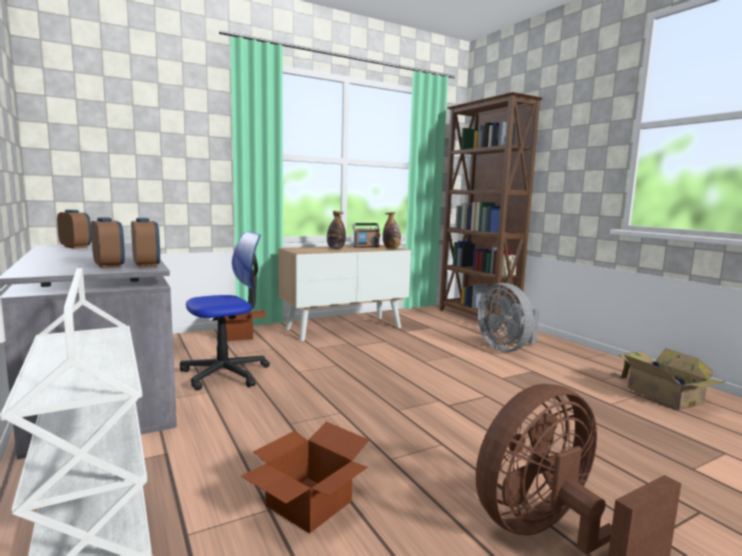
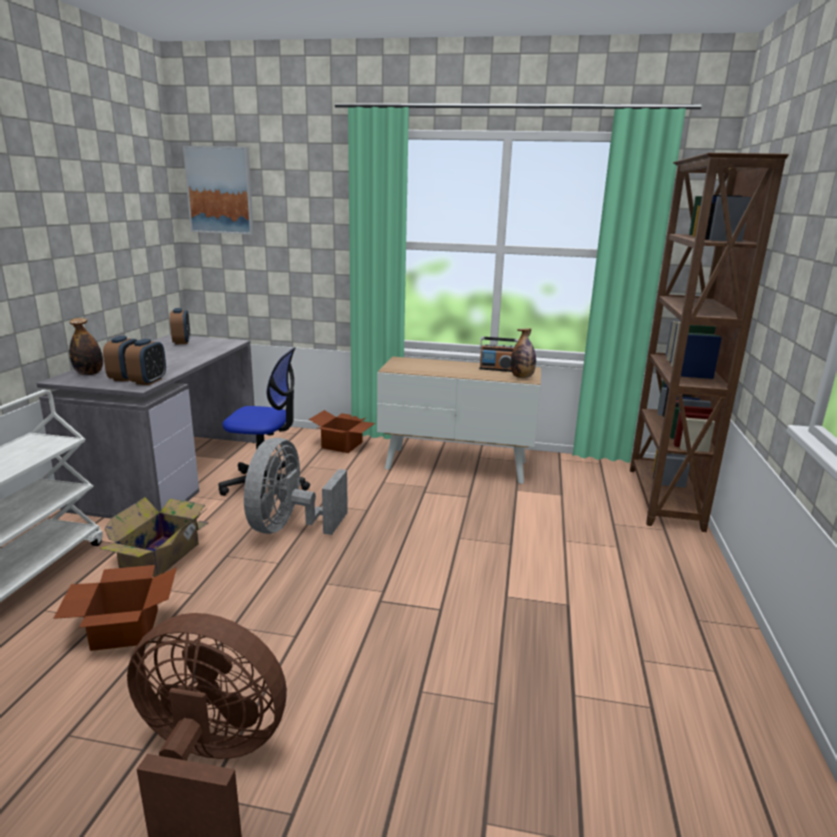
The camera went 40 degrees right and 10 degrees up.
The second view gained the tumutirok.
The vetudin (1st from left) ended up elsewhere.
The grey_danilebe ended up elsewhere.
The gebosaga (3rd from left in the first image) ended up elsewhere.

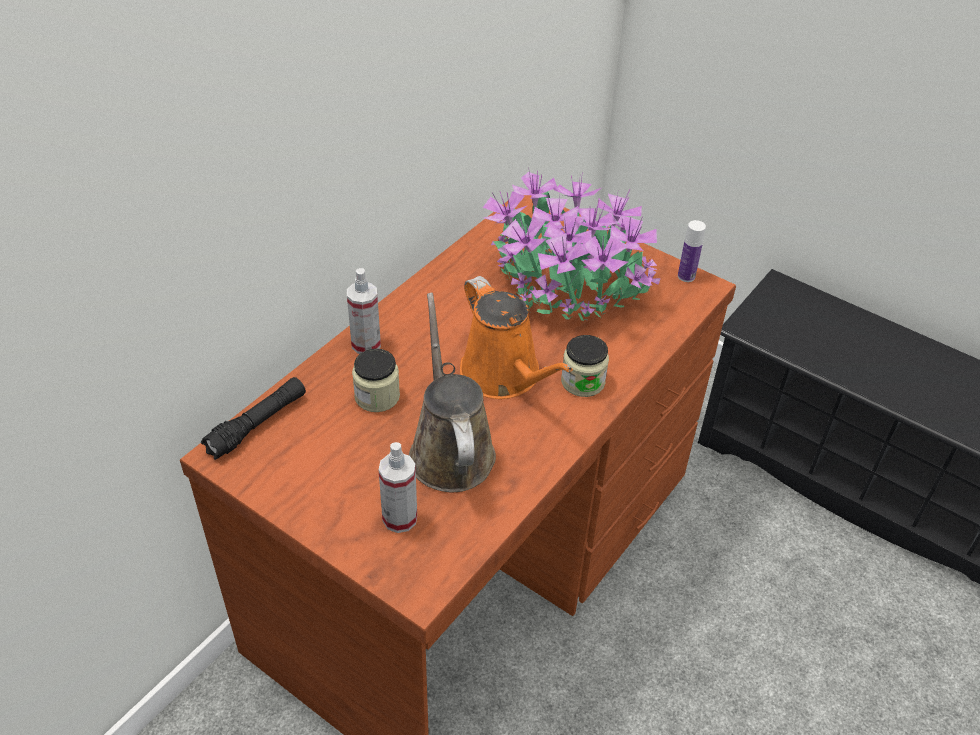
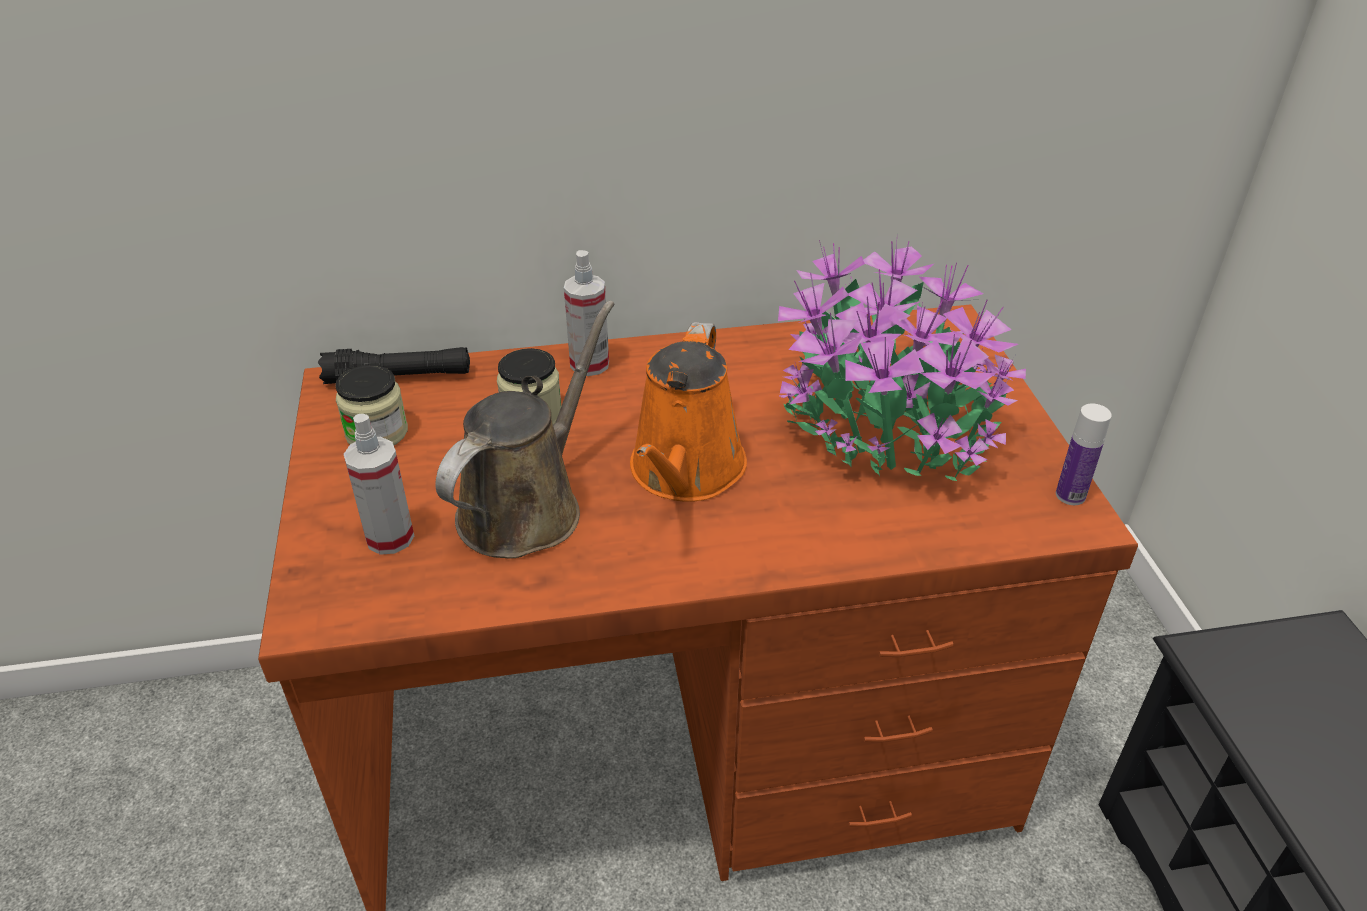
The camera went 45 degrees right and 5 degrees down.
The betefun (2nd from left in the first image) ended up elsewhere.

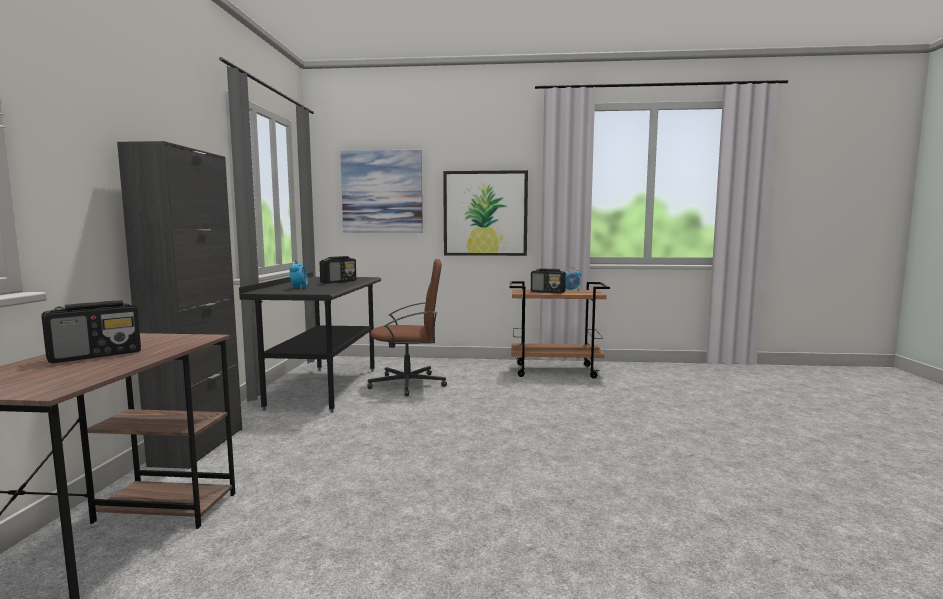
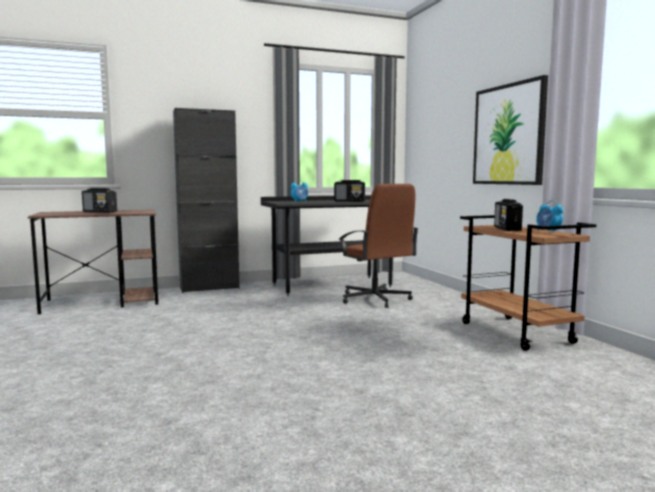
The camera went 65 degrees right and 0 degrees up.
The second view lost the tumutirok (1st from left).

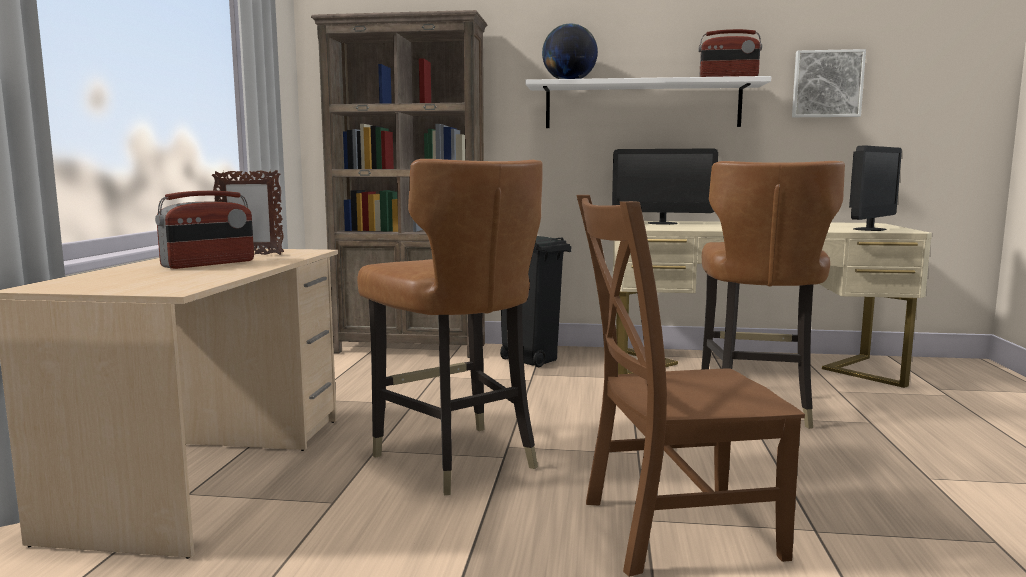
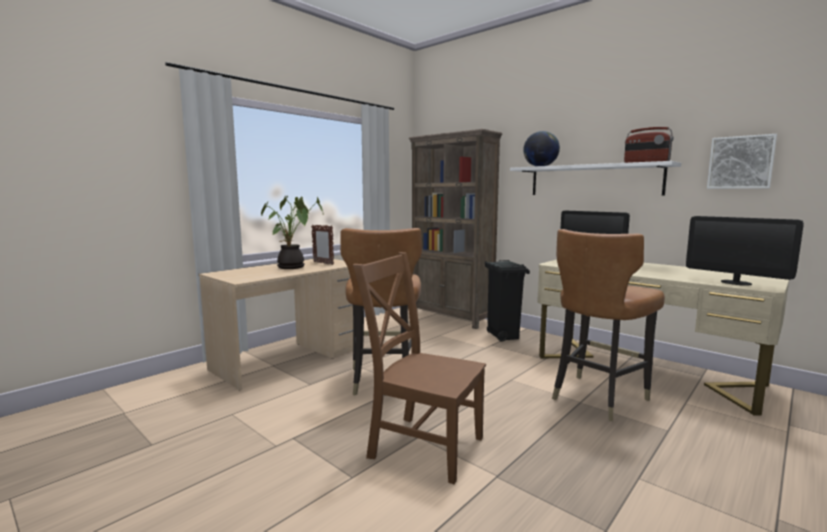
The camera went 35 degrees right and 0 degrees up.
Where the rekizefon (1st from left) stood, the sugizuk came to stand.
The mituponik (2nd from left) ended up facing another way, 60 degrees clockwise from before.

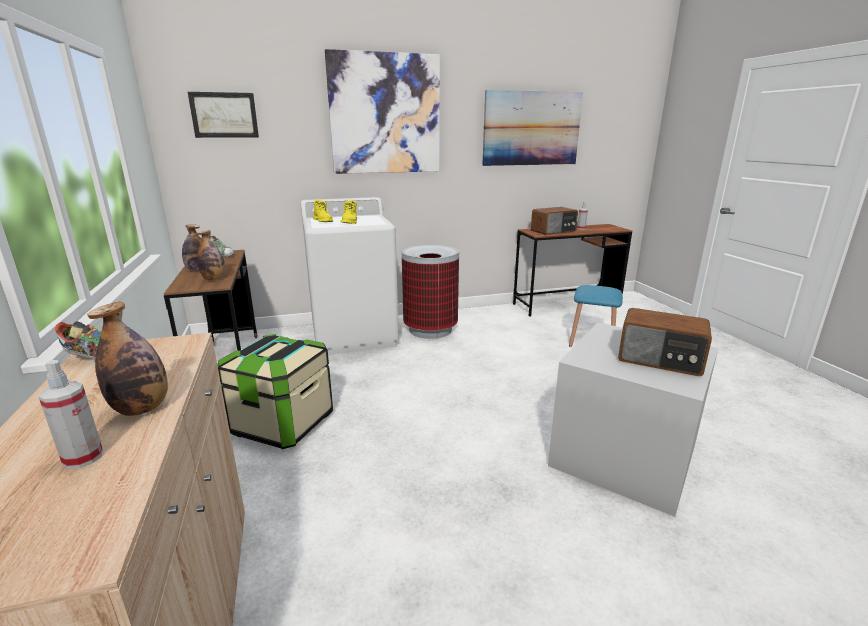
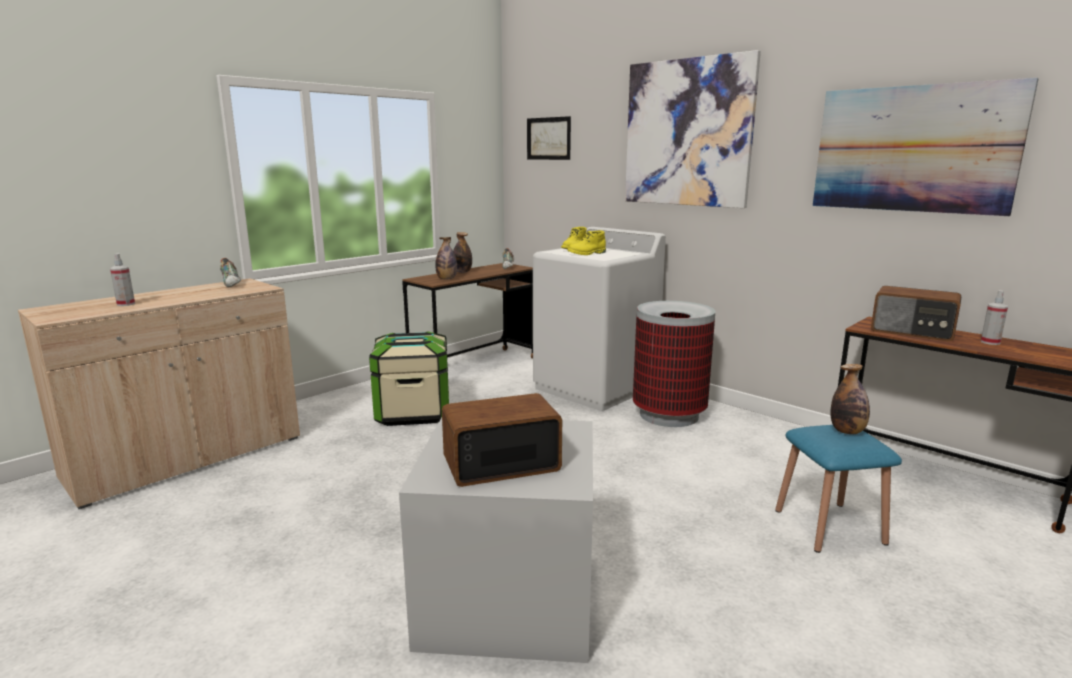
The camera went 60 degrees right and 5 degrees down.
The vetudin (1st from left in the first image) ended up elsewhere.
The rekizefon (2nd from left in the first image) ended up facing another way, 75 degrees clockwise from before.

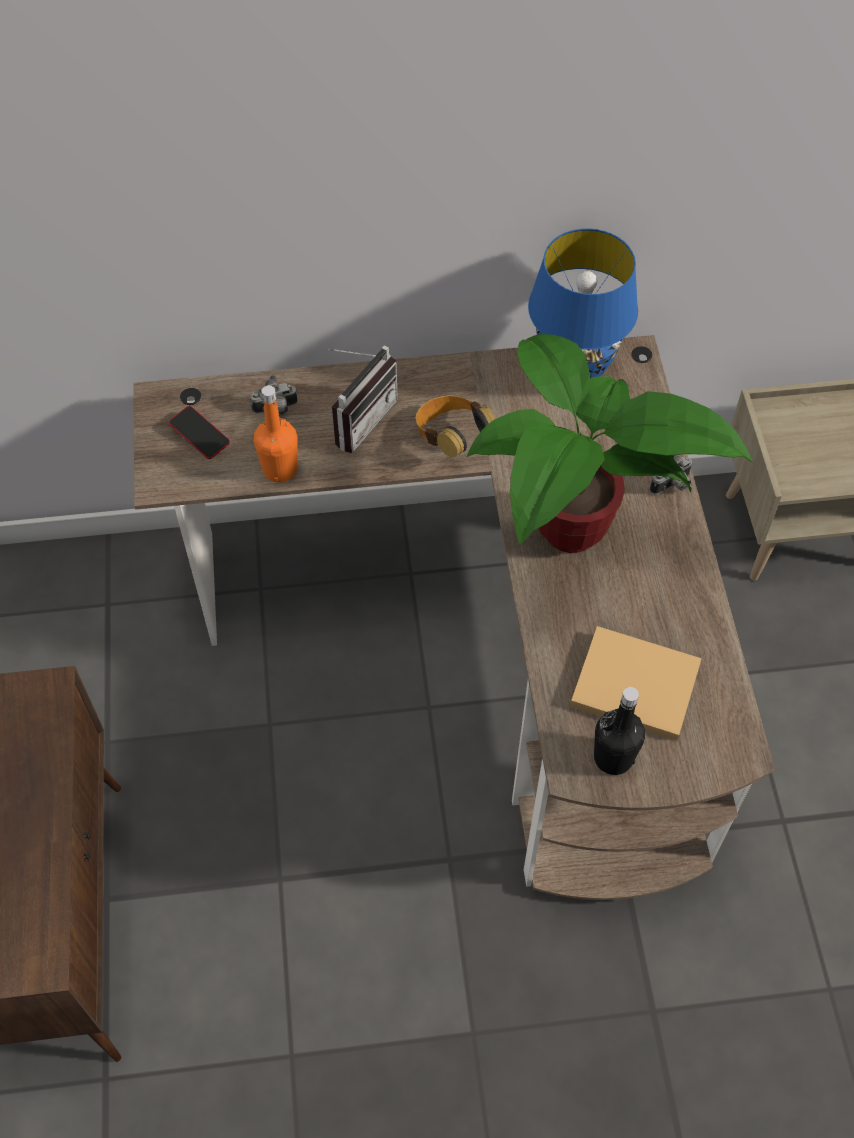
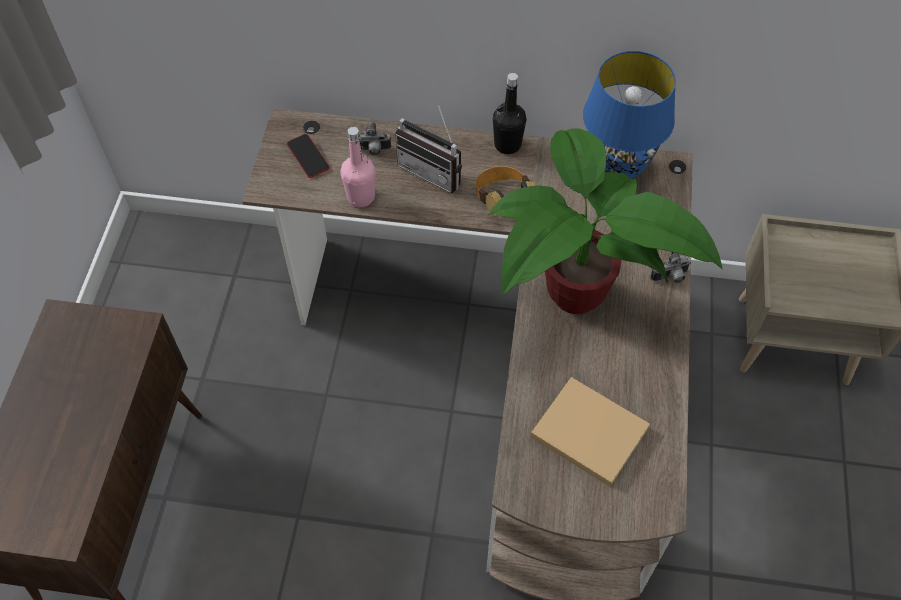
The camera went 15 degrees right and 0 degrees up.
The black_vetudin ended up elsewhere.
What was the orange_vetudin turned into the pink_vetudin.
The rekizefon ended up facing another way, 75 degrees clockwise from before.

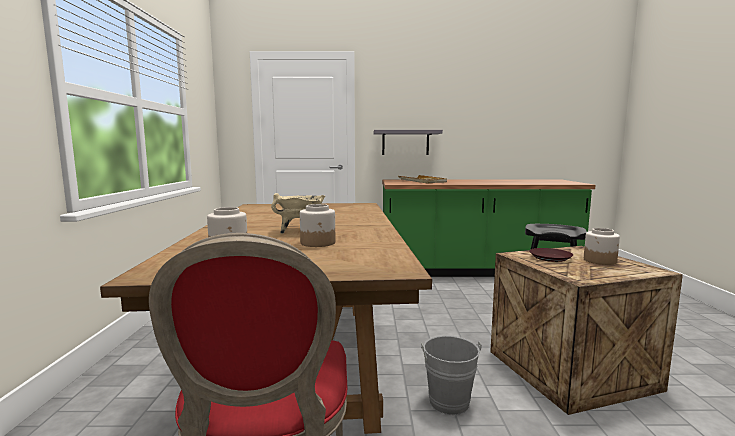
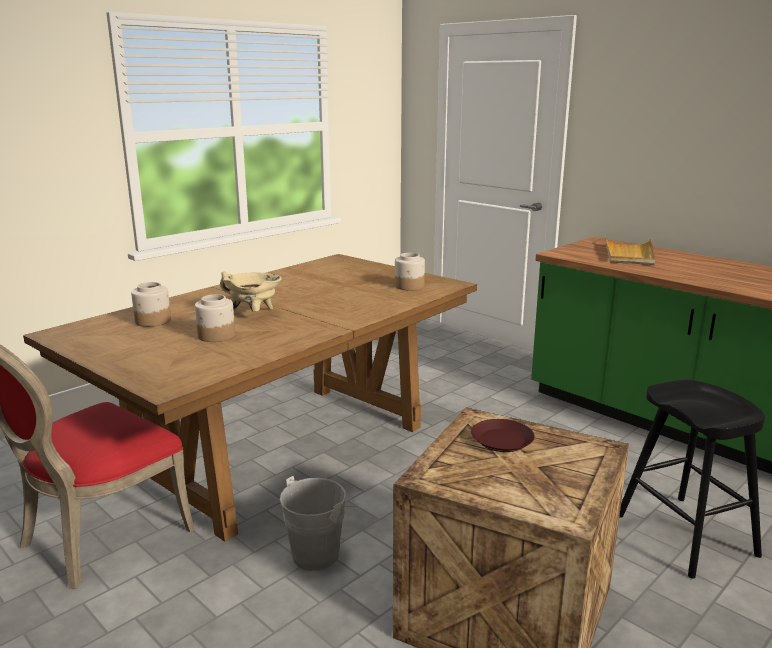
The camera went 45 degrees right and 10 degrees up.
The second view lost the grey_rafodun.
The betefun (3rd from left) ended up elsewhere.

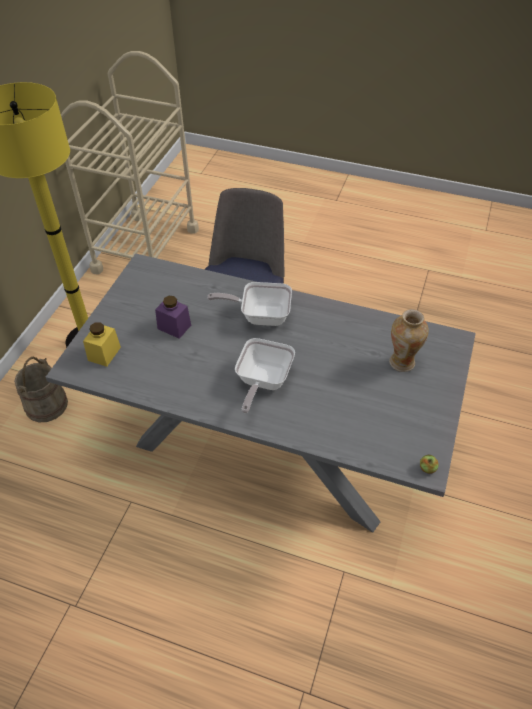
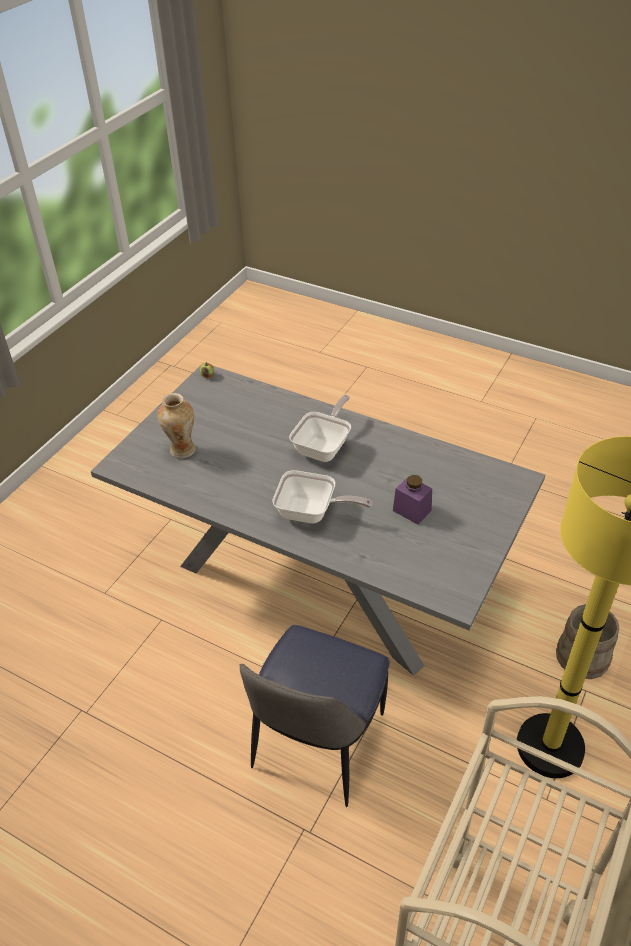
The camera went 170 degrees left and 5 degrees down.
The second view lost the yellow_betefun.

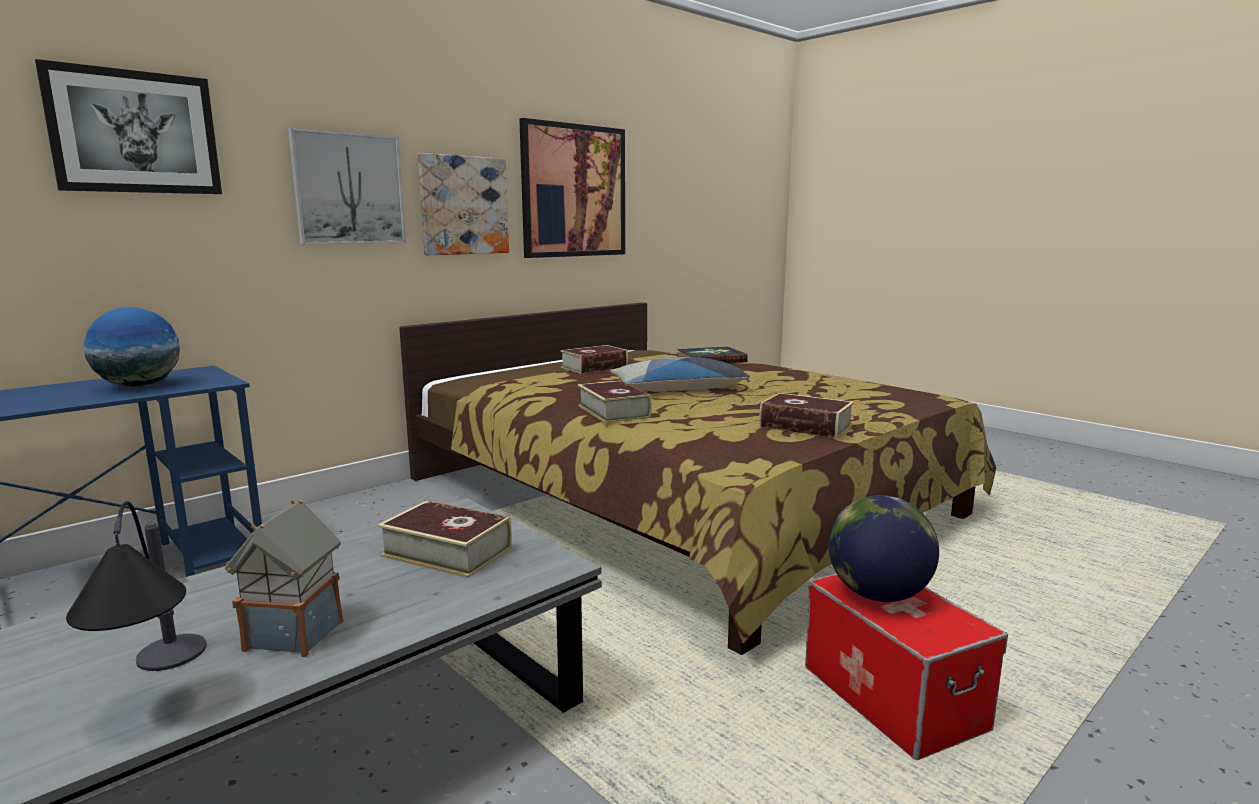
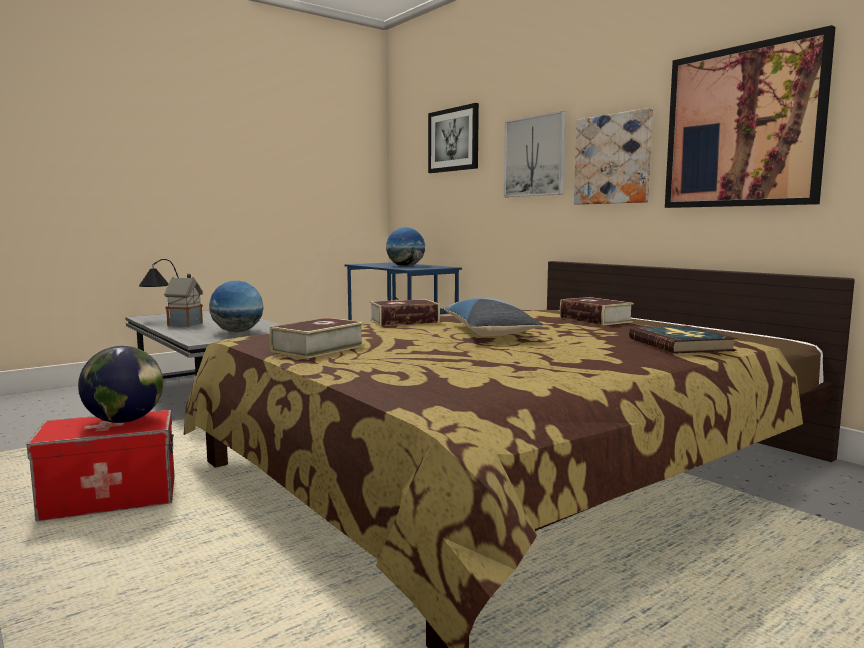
The camera went 95 degrees right and 5 degrees down.
Where the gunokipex (1st from left) stood, the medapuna (2nd from left) came to stand.

